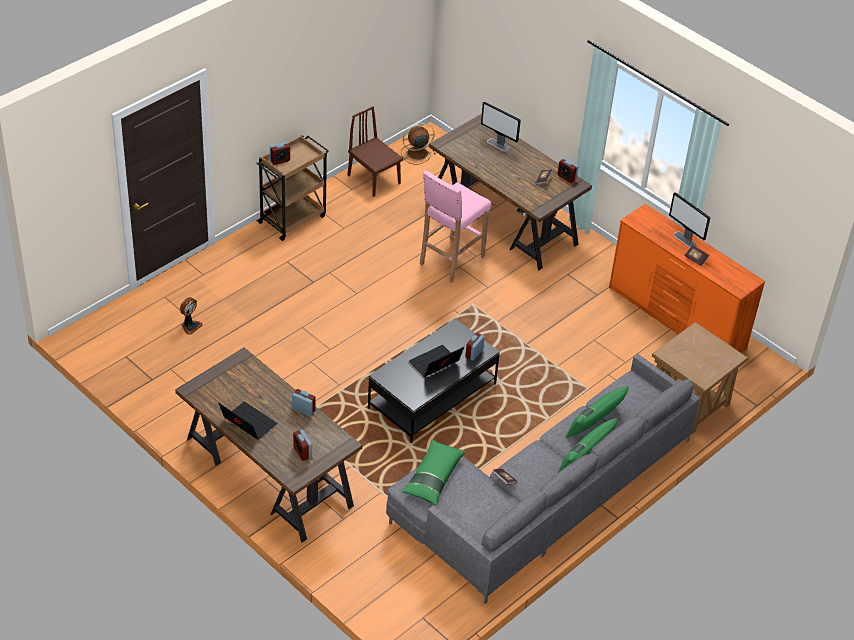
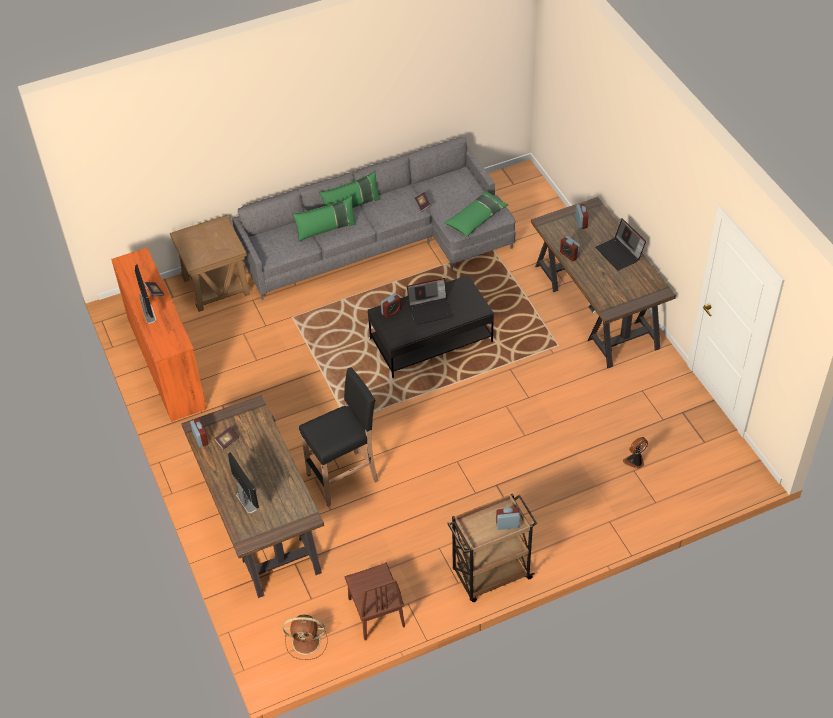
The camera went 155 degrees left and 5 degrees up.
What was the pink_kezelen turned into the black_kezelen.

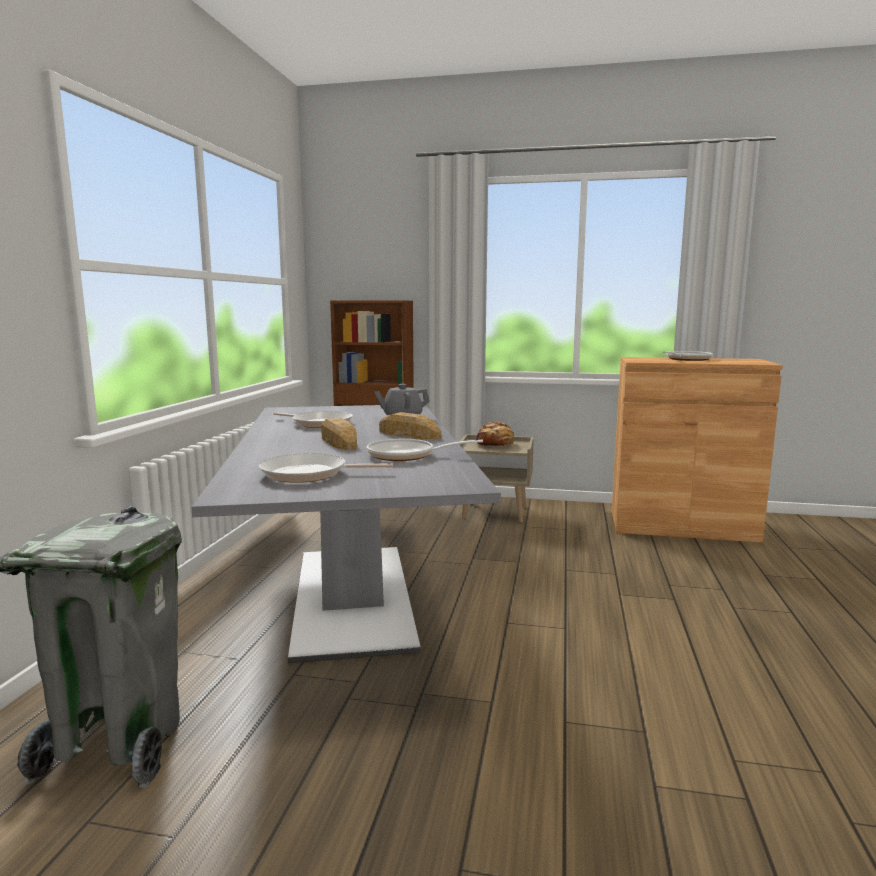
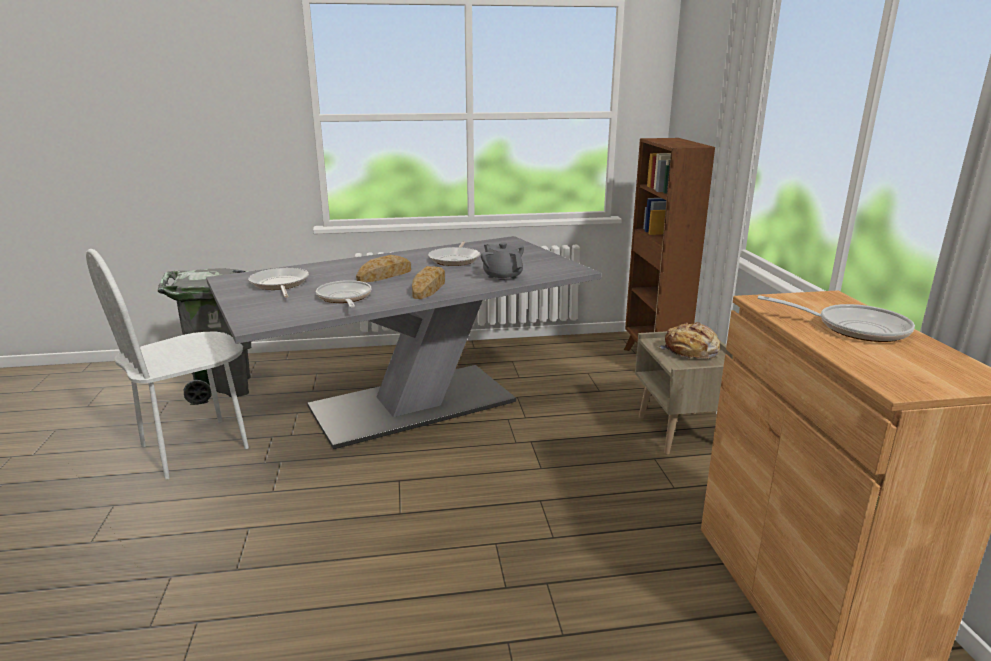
The camera went 70 degrees right and 10 degrees up.
The second view gained the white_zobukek.

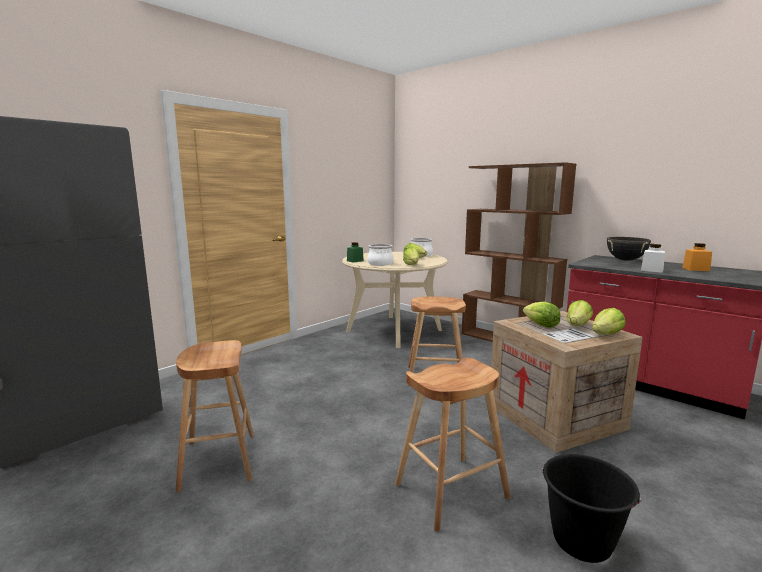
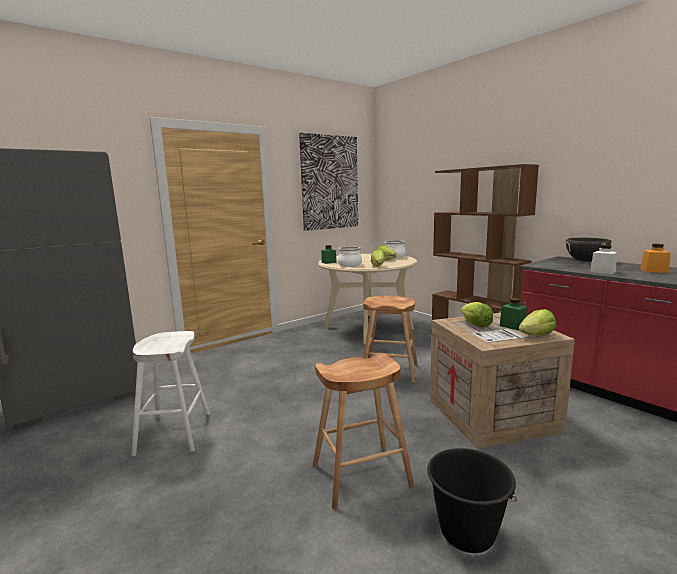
The camera went 10 degrees right and 0 degrees up.
The second view gained the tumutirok.
Where the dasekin (4th from left) stood, the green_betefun (2nd from left) came to stand.
What was the brown_kezelen (1st from left) turned into the white_kezelen.

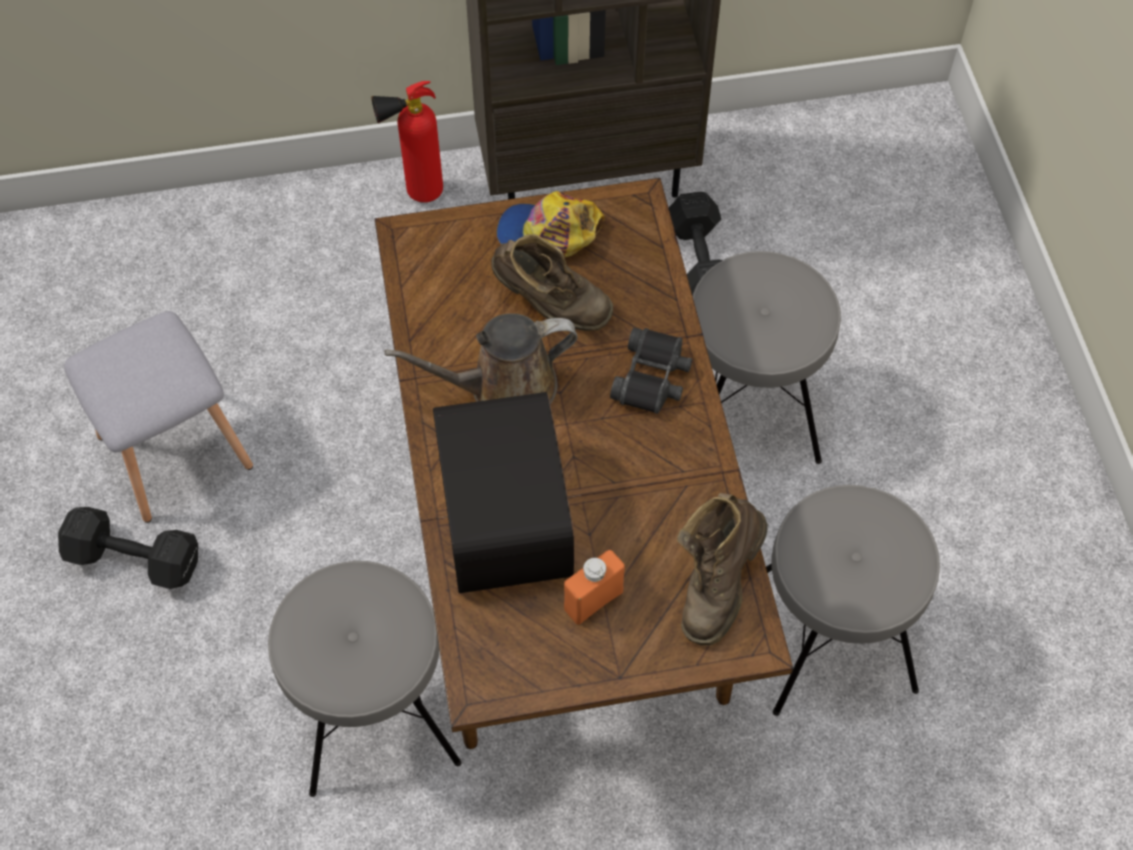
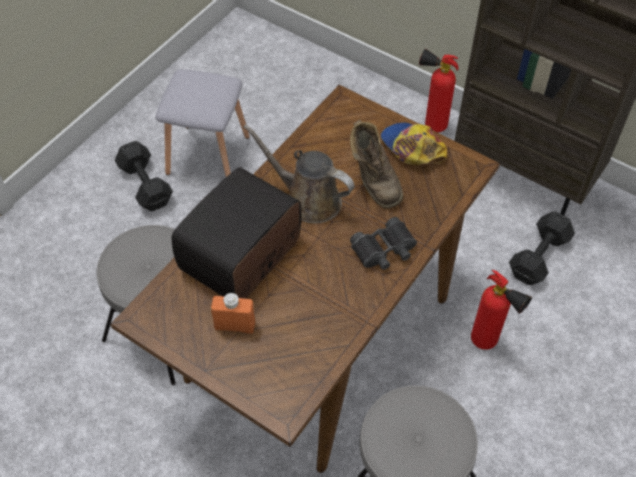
The camera went 45 degrees right and 5 degrees down.
The second view lost the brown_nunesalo (2nd from left).
Where the grey_kezelen (3rd from left) stood, the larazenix (2nd from left) came to stand.

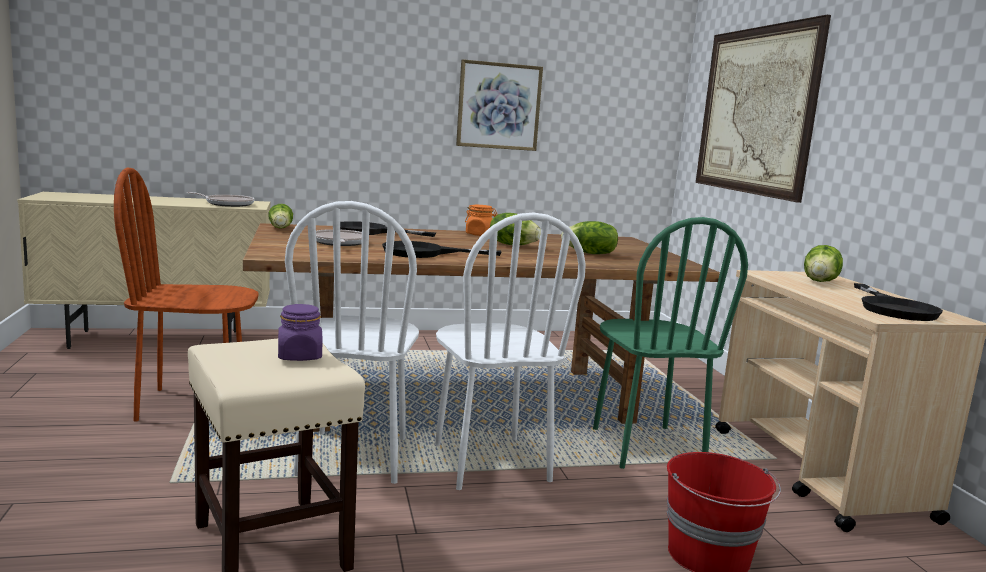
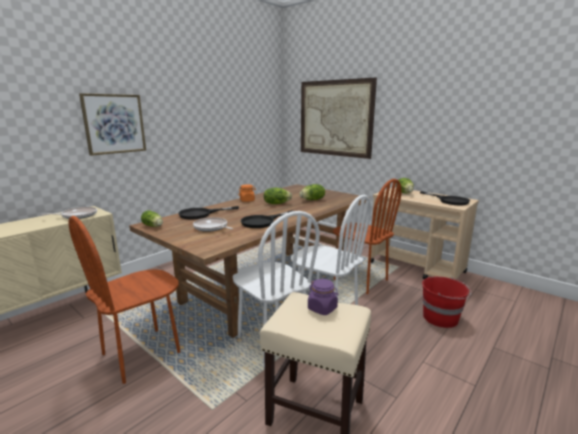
The camera went 35 degrees left and 5 degrees up.
The tumutirok (1st from left) ended up elsewhere.
What was the green_zobukek turned into the brown_zobukek (2nd from left).

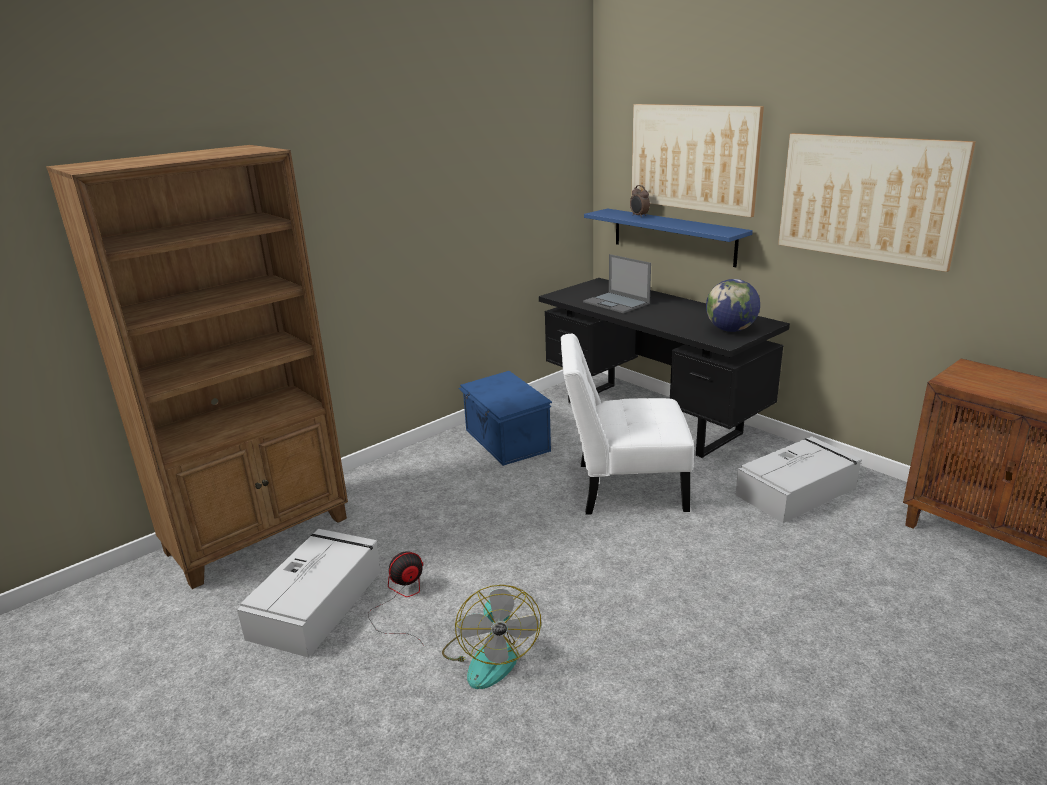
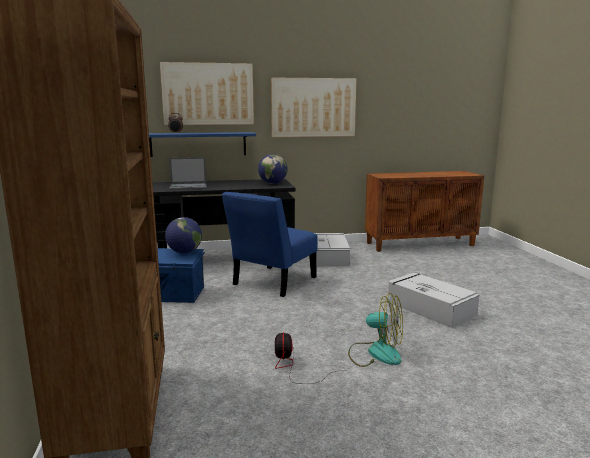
The camera went 60 degrees left and 10 degrees down.
The second view gained the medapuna (1st from left).
The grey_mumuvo (1st from left in the first image) ended up elsewhere.
What was the white_zobukek turned into the blue_zobukek.

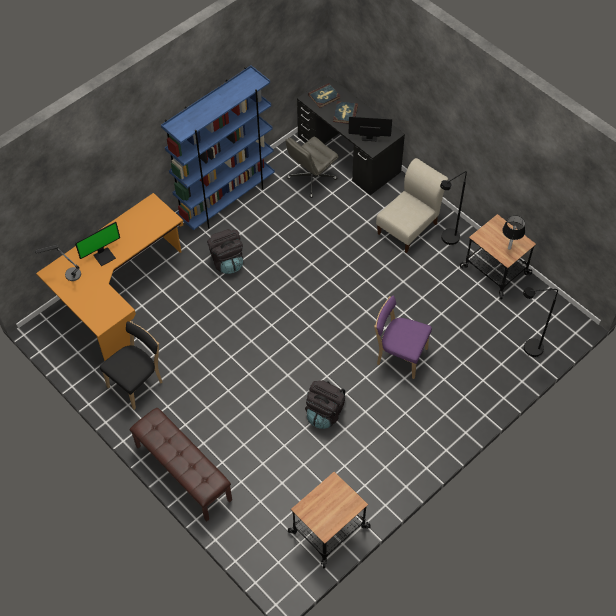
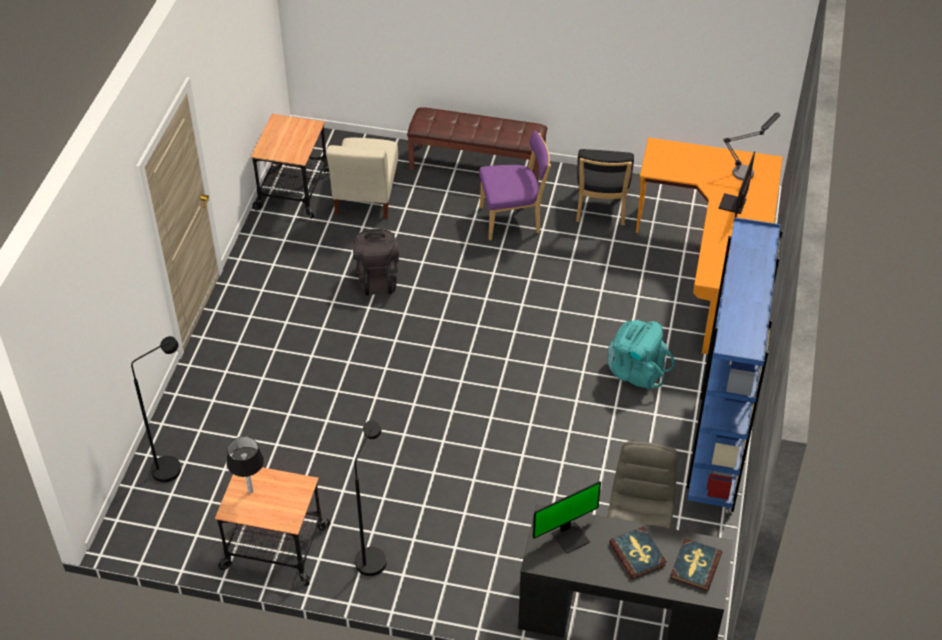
The camera went 145 degrees right and 10 degrees down.
The purple_zobukek ended up elsewhere.
The beige_zobukek ended up elsewhere.
What was the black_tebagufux (1st from left) turned into the turquoise_tebagufux.

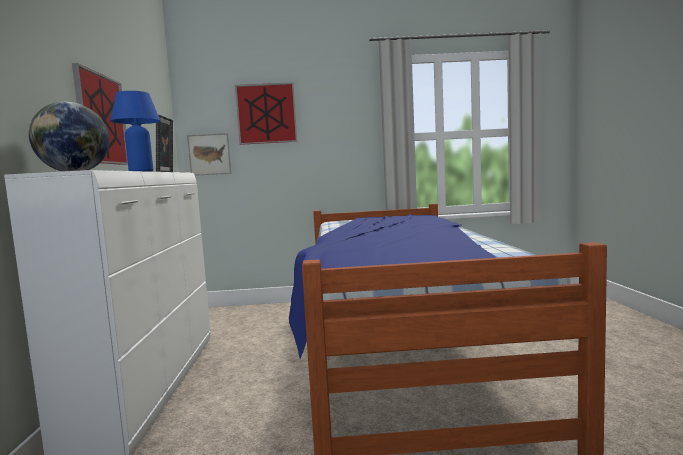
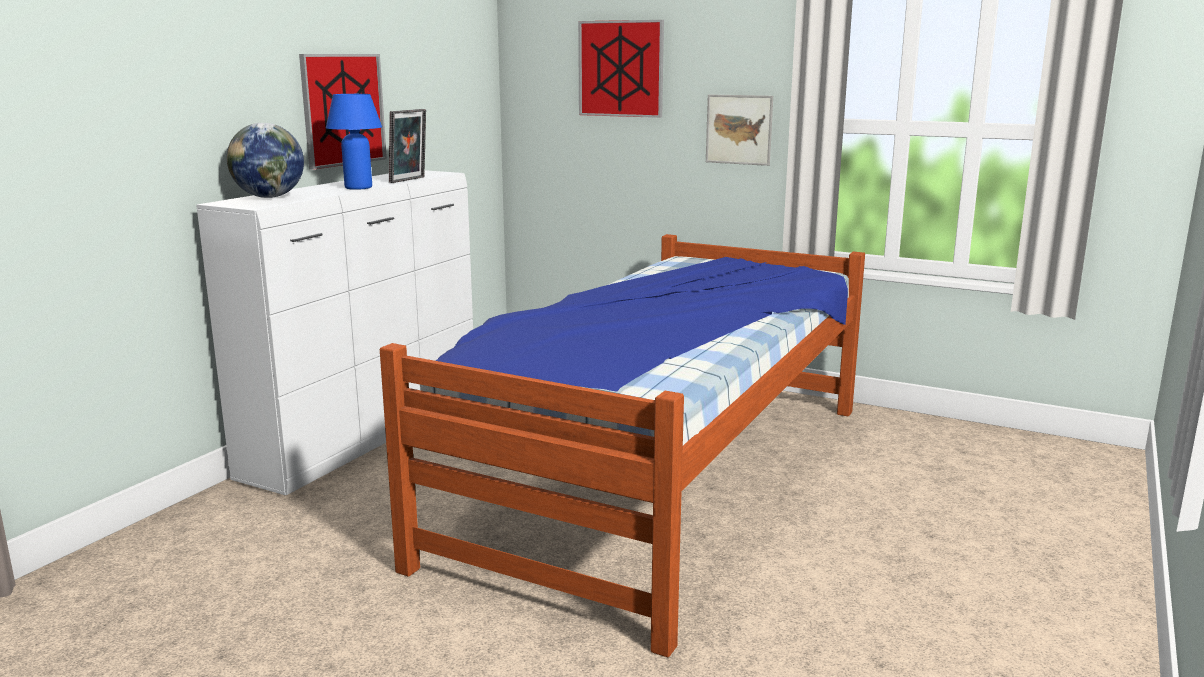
The camera went 30 degrees right and 10 degrees up.
The tumutirok (2nd from left in the first image) ended up elsewhere.

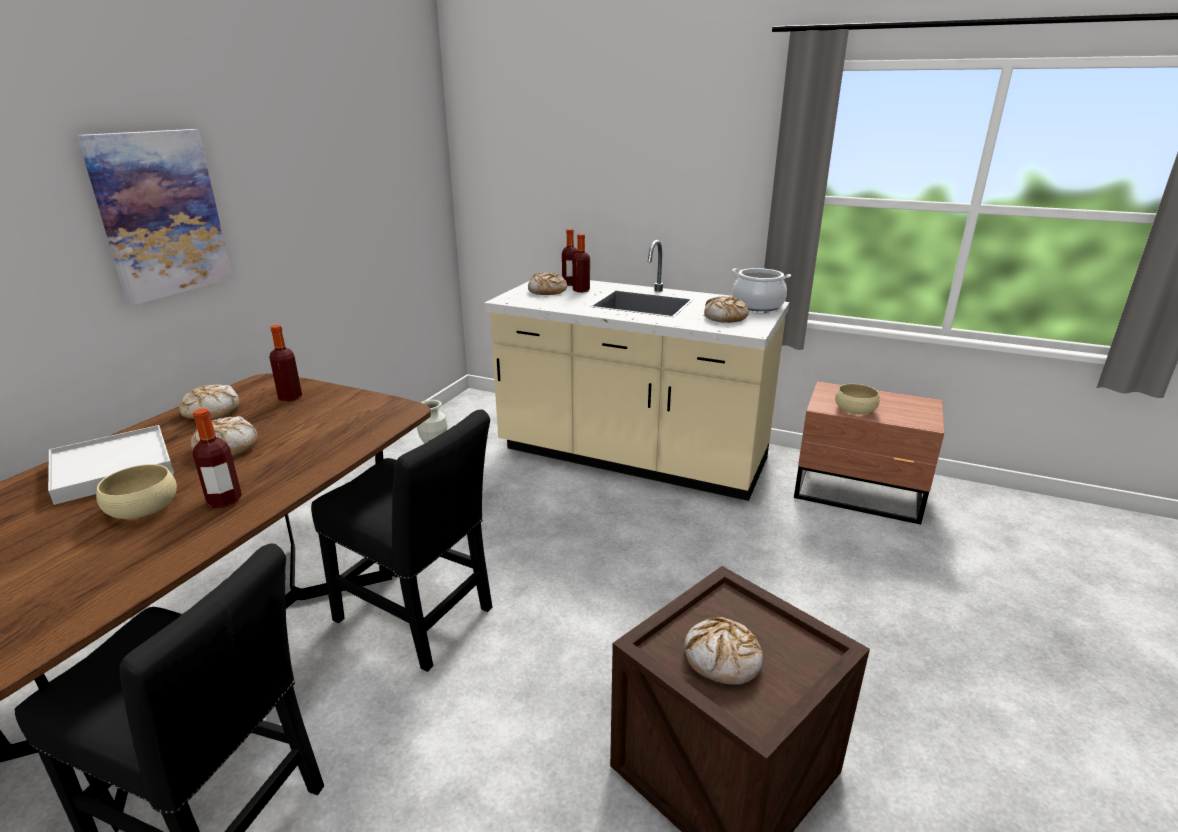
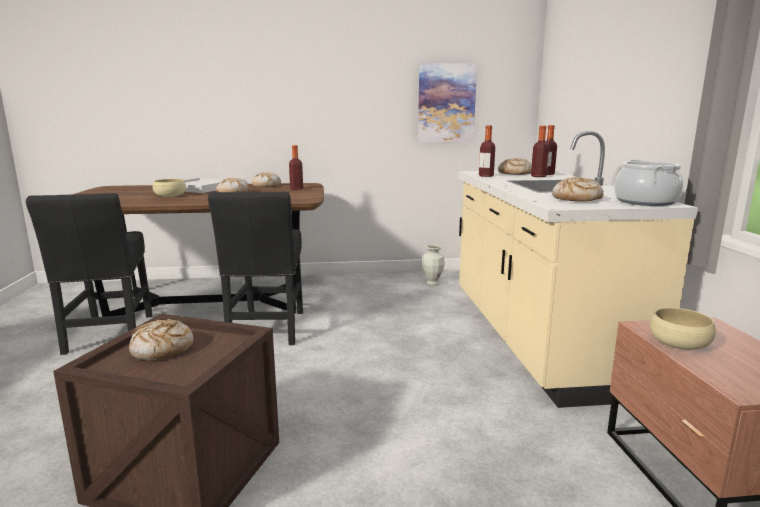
The camera went 60 degrees right and 10 degrees down.
The tumutirok ended up elsewhere.
The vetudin (1st from left in the first image) ended up elsewhere.

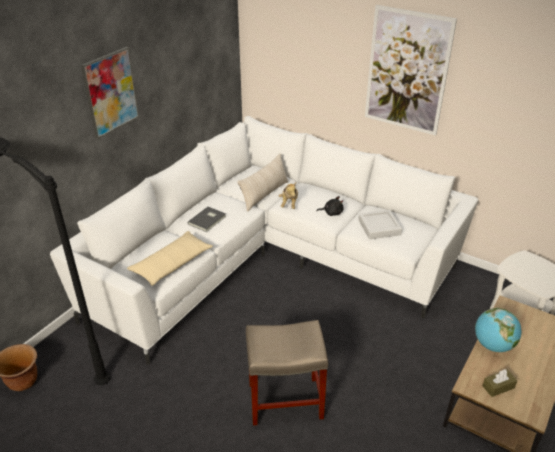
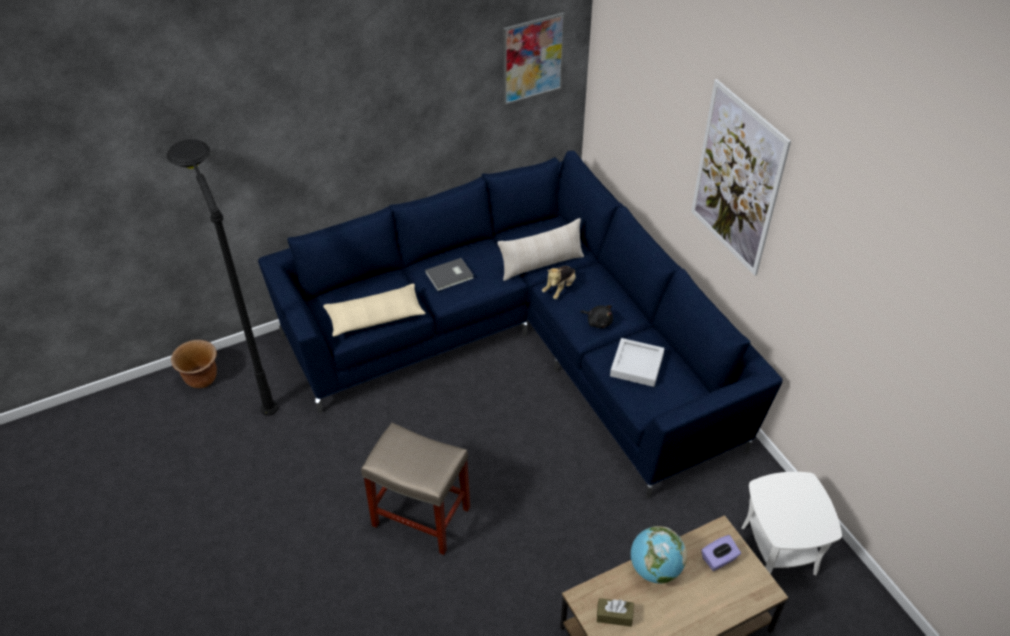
The camera went 30 degrees right and 10 degrees up.
The second view gained the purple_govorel.
The tumutirok (1st from left) ended up elsewhere.
What was the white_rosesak turned into the blue_rosesak.

